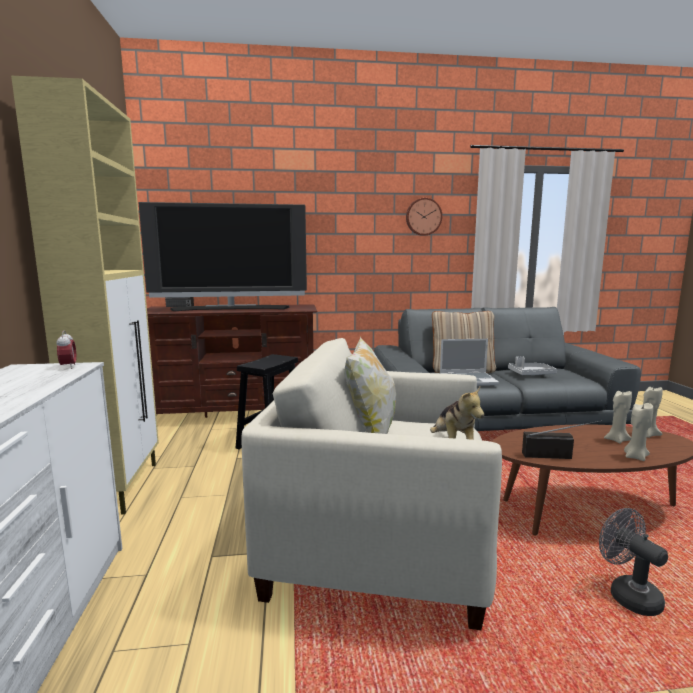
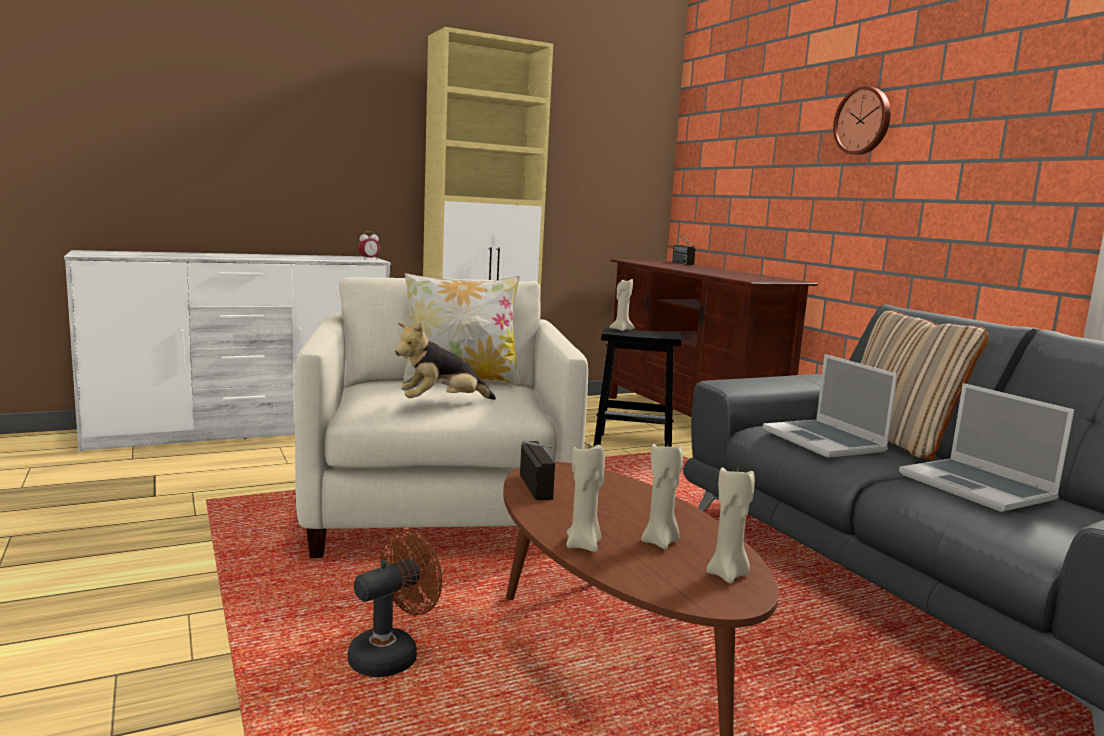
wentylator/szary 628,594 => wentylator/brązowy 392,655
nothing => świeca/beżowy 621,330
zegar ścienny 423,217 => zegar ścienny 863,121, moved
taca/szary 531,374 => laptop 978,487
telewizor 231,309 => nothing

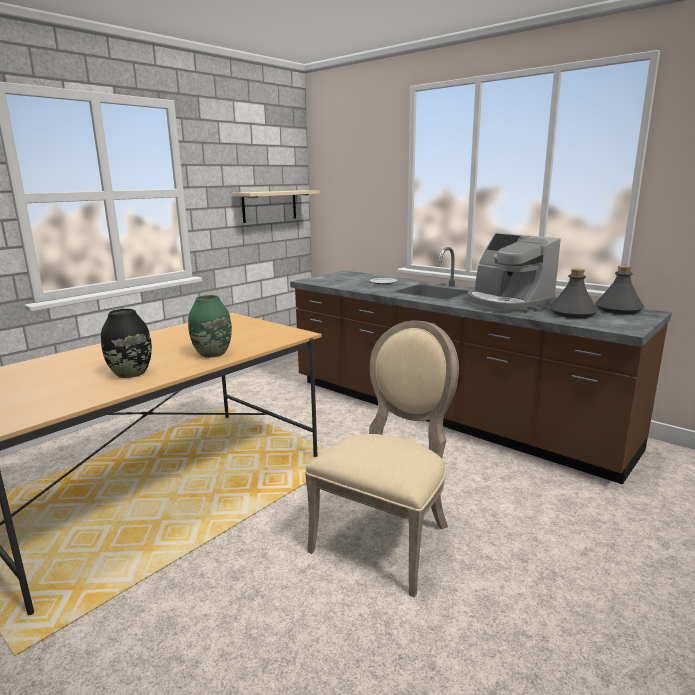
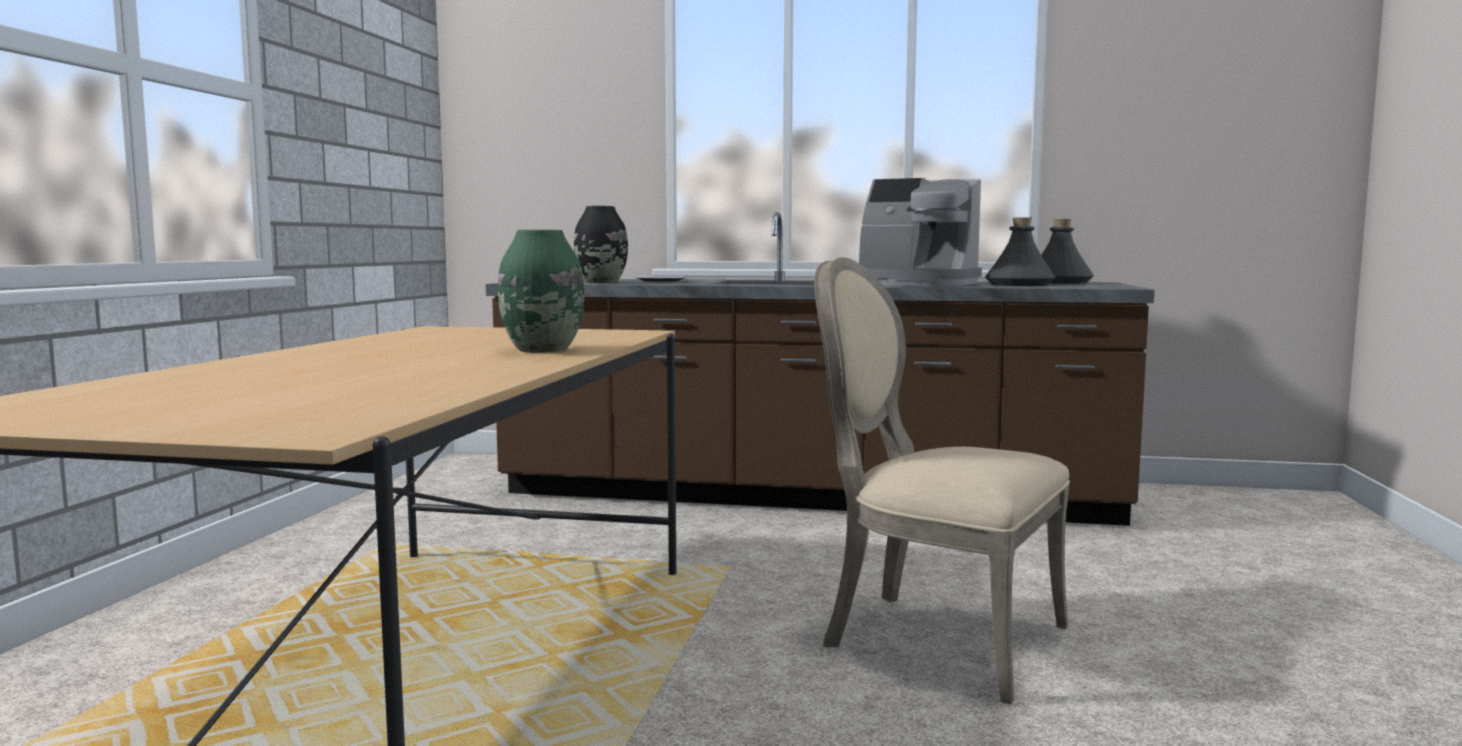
wazon/czarny 130,373 => wazon/czarny 601,282, moved
krzesło/beżowy 388,537 => krzesło/beżowy 934,637, 60 degrees counterclockwise
półka/beżowy 269,206 => nothing

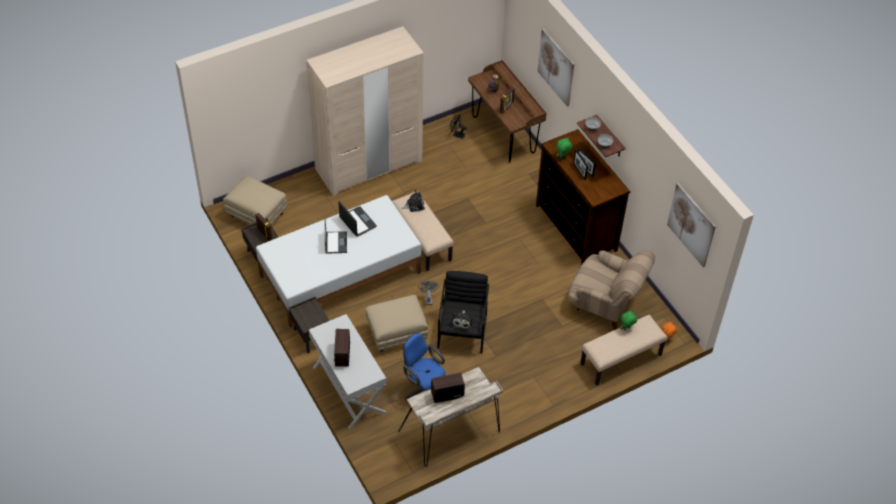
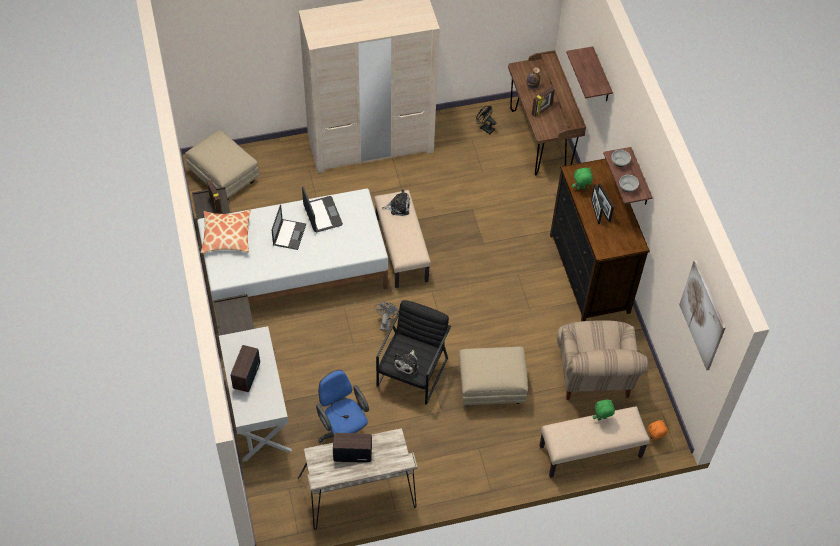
nothing => poduszka 226,236
pufa/beżowy 396,334 => pufa/beżowy 490,387, moved
fotel/beżowy 605,303 => fotel/beżowy 594,376, 45 degrees clockwise
obraz 556,67 => półka 601,76

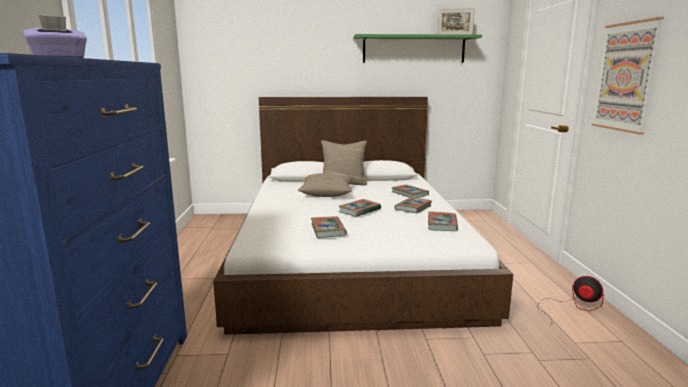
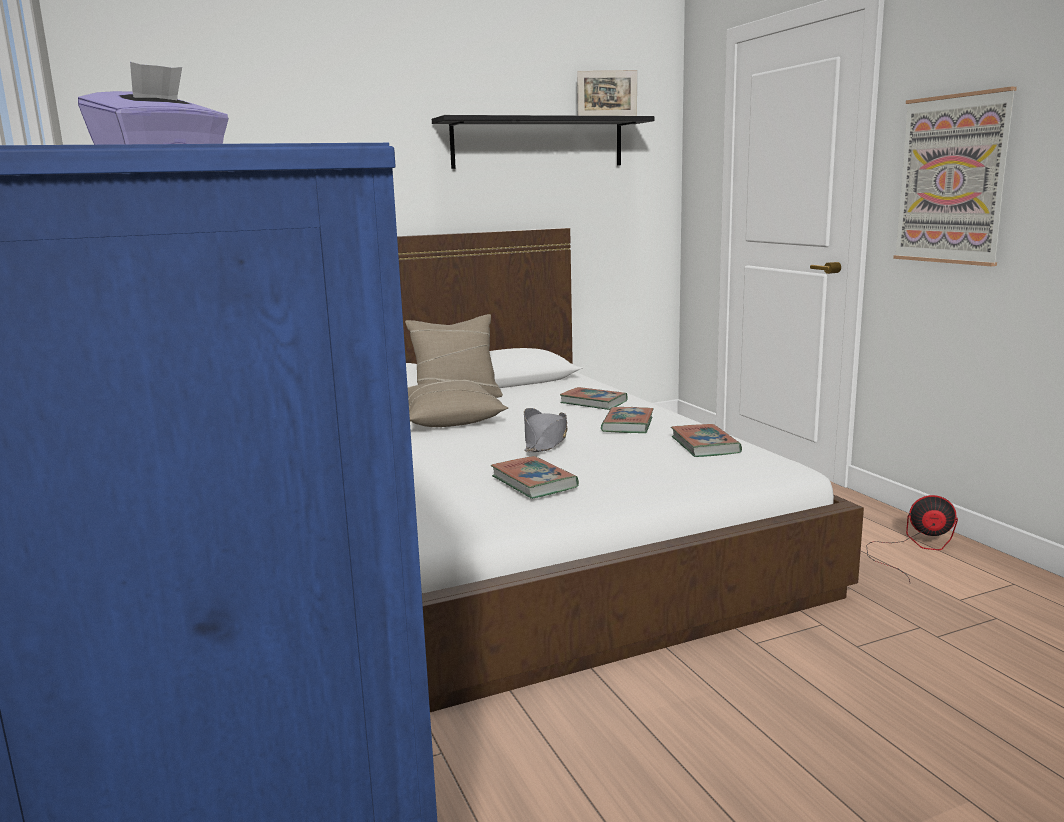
półka/zielony 414,49 => półka/czarny 538,143
książka 359,210 => kapelusz/szary 545,442

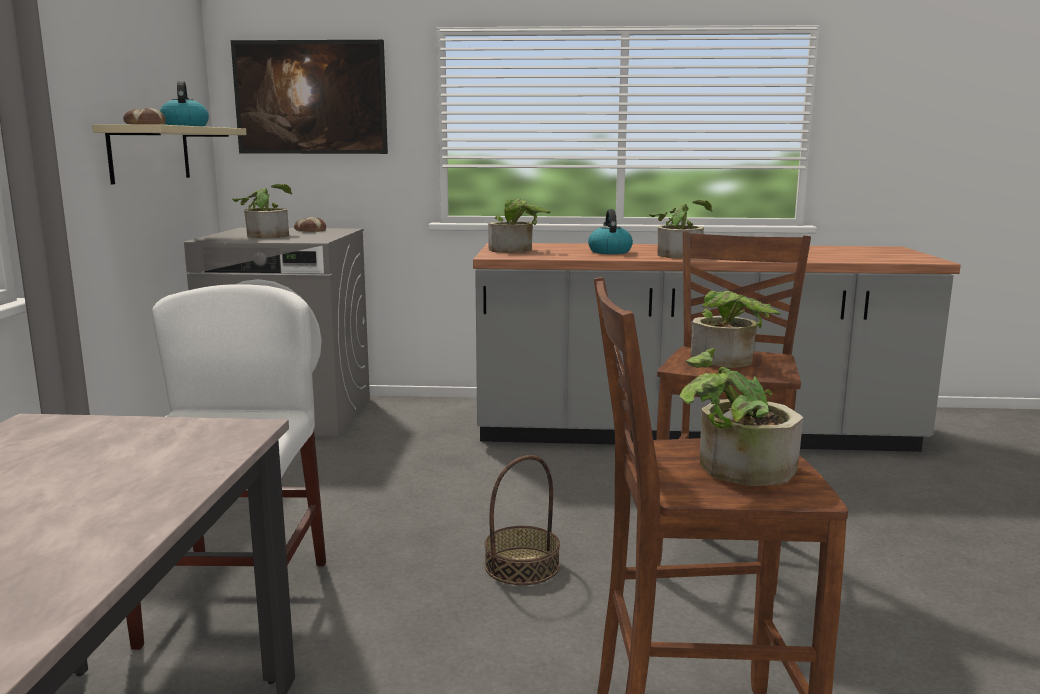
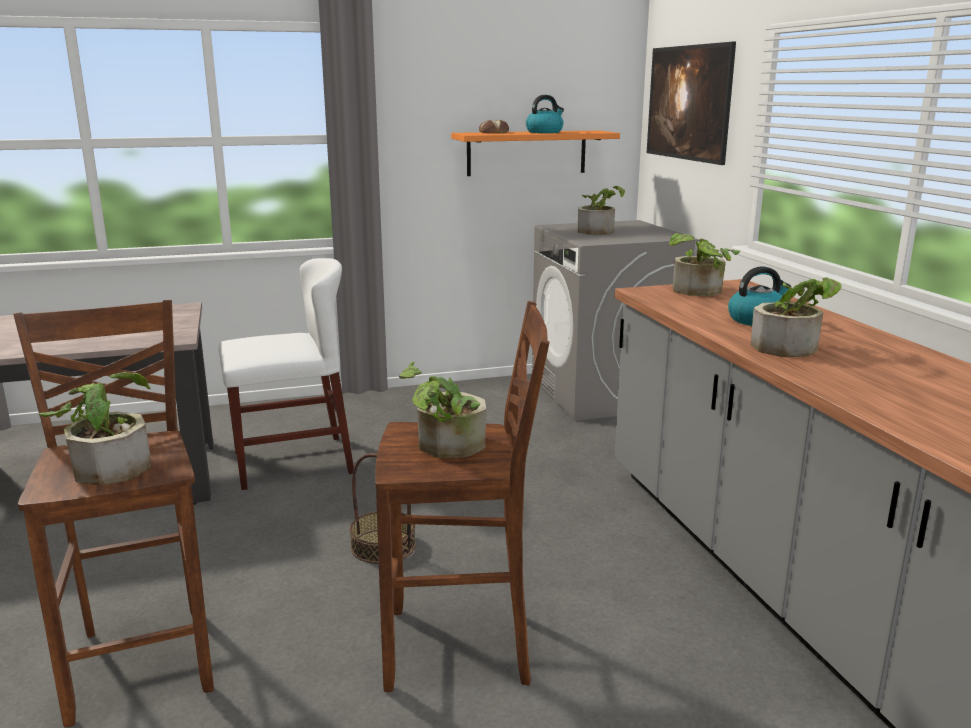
półka/beżowy 150,153 => półka/pomarańczowy 526,153
chleb 310,230 => nothing

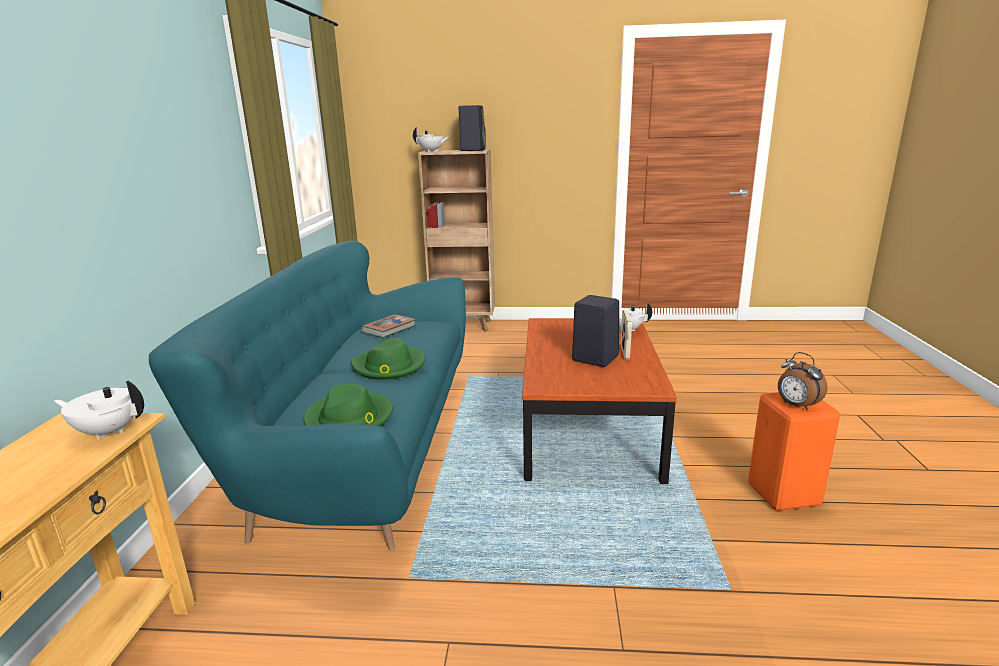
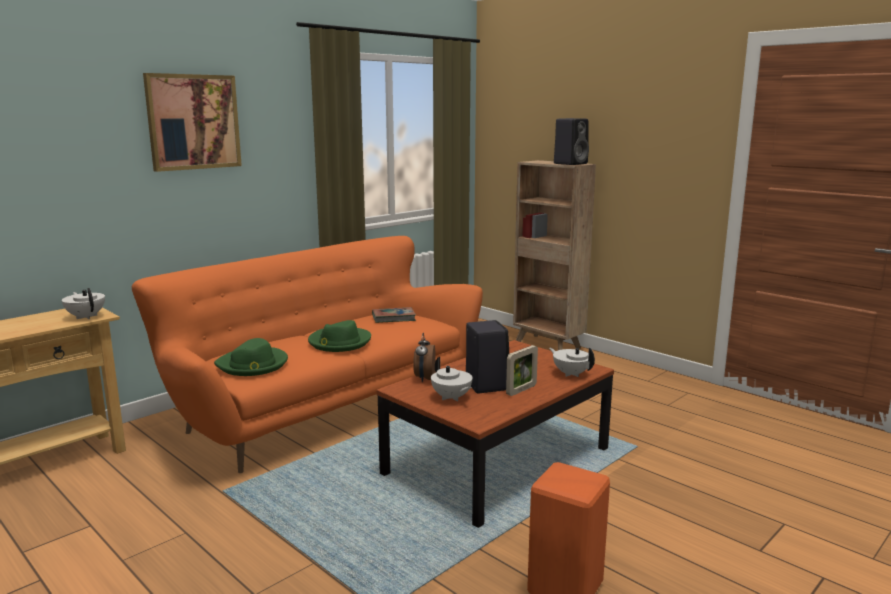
kanapa/turkusowy 362,448 => kanapa/pomarańczowy 322,408
nothing => obraz 193,122
budzik 796,406 => budzik 424,378, moved
imbryk/biały 431,151 => imbryk/biały 451,398, moved

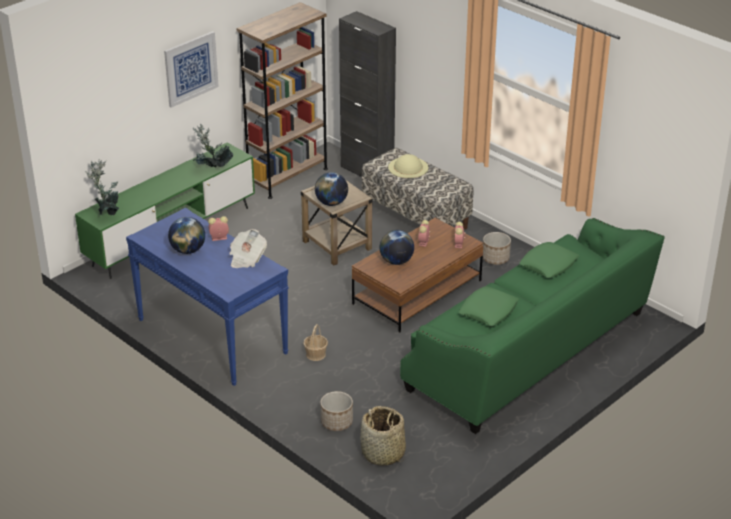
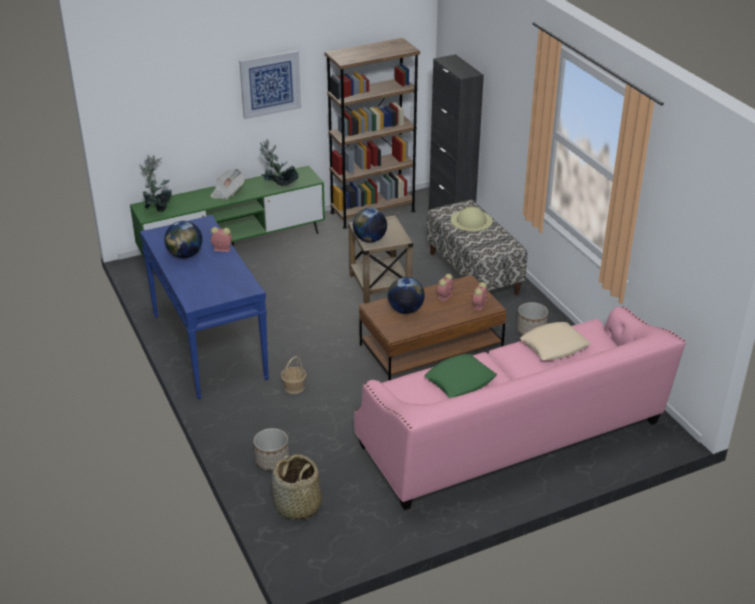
gazeta 246,258 => gazeta 227,193, moved
kanapa/zielony 530,352 => kanapa/różowy 512,436
poduszka/zielony 548,264 => poduszka/beżowy 554,346

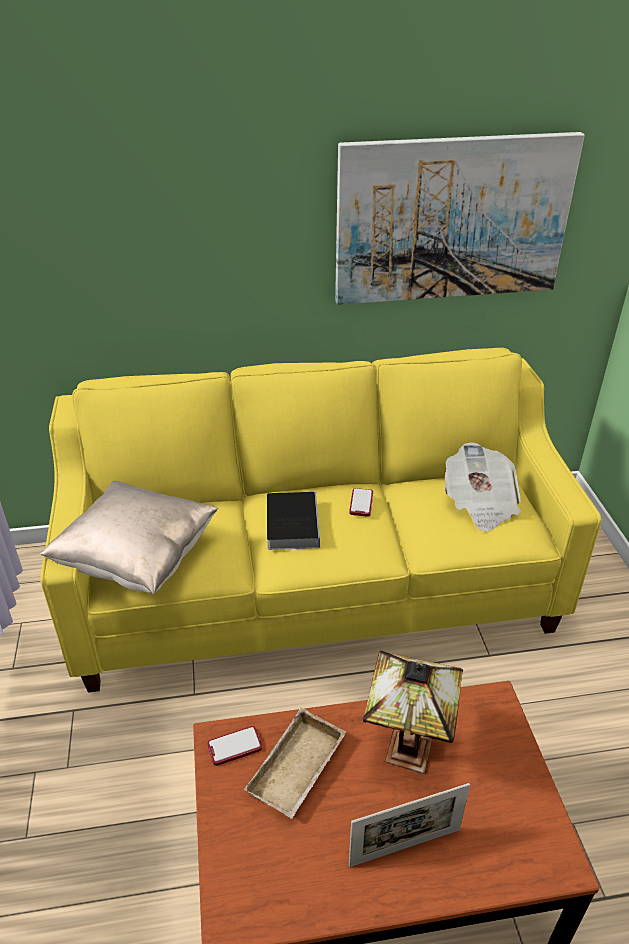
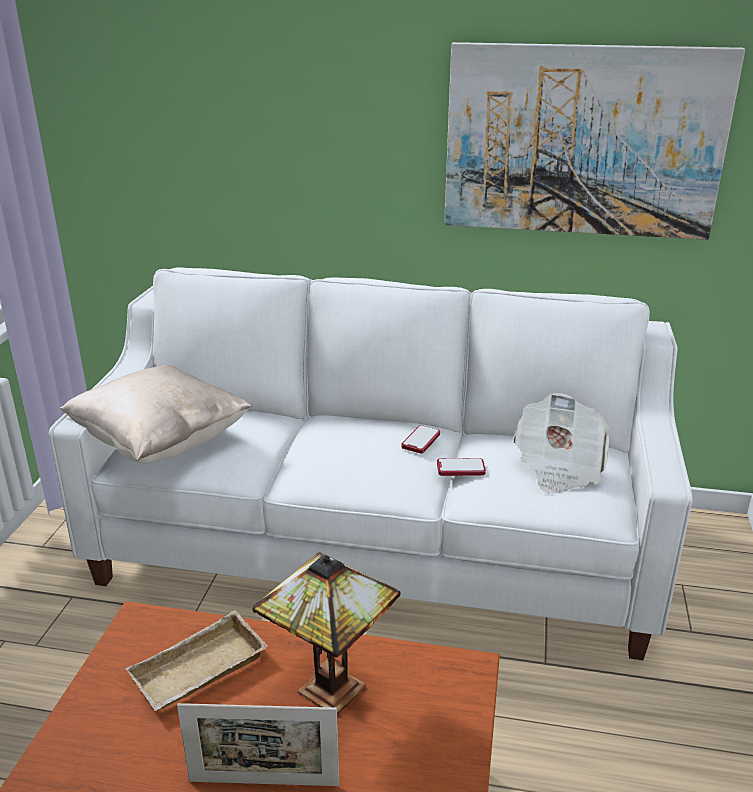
kanapa/żółty 315,587 => kanapa/biały 378,546
telefon 234,746 => telefon 460,468, moved
książka 292,523 => nothing

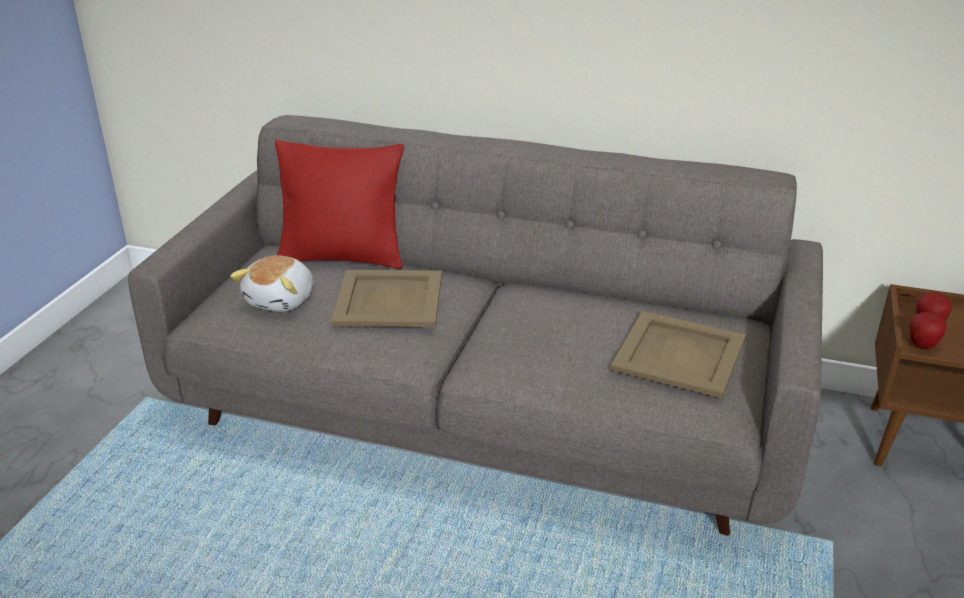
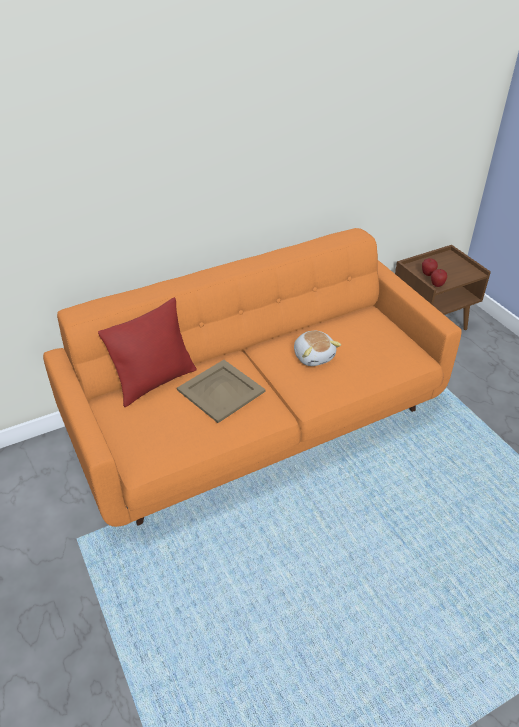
kanapa/szary 484,411 => kanapa/pomarańczowy 259,421
pluszak 281,300 => pluszak 314,356, moved
taca/beżowy 680,354 => nothing

